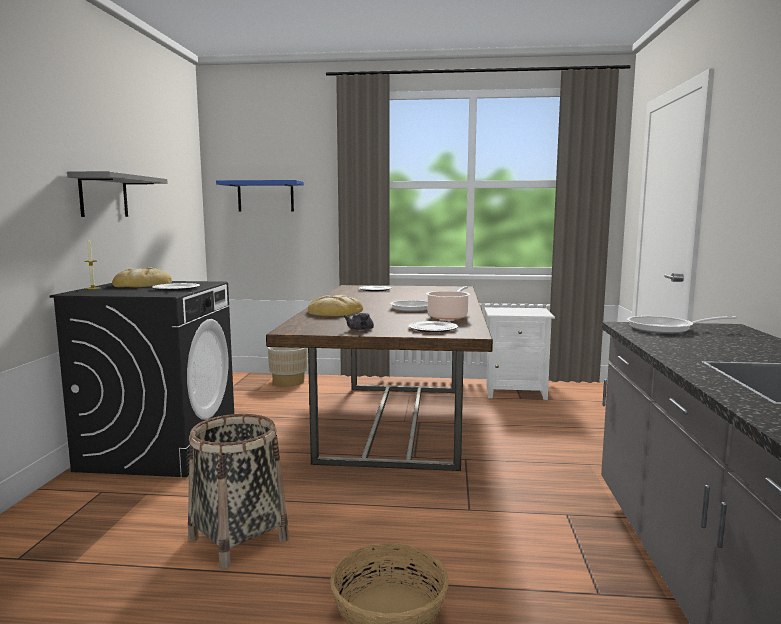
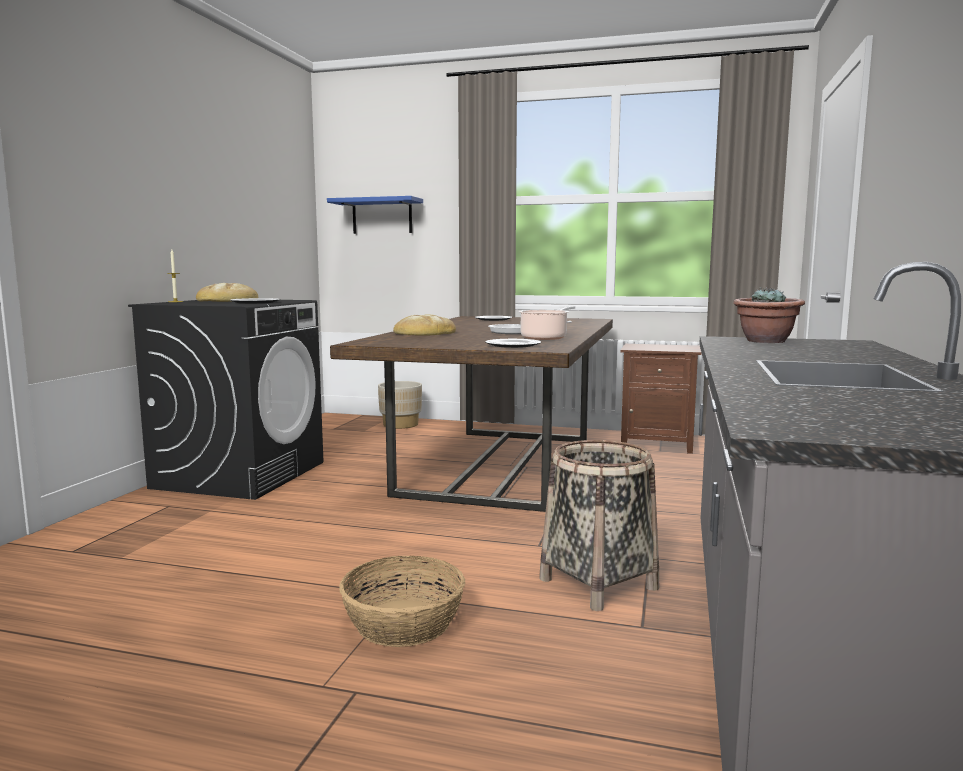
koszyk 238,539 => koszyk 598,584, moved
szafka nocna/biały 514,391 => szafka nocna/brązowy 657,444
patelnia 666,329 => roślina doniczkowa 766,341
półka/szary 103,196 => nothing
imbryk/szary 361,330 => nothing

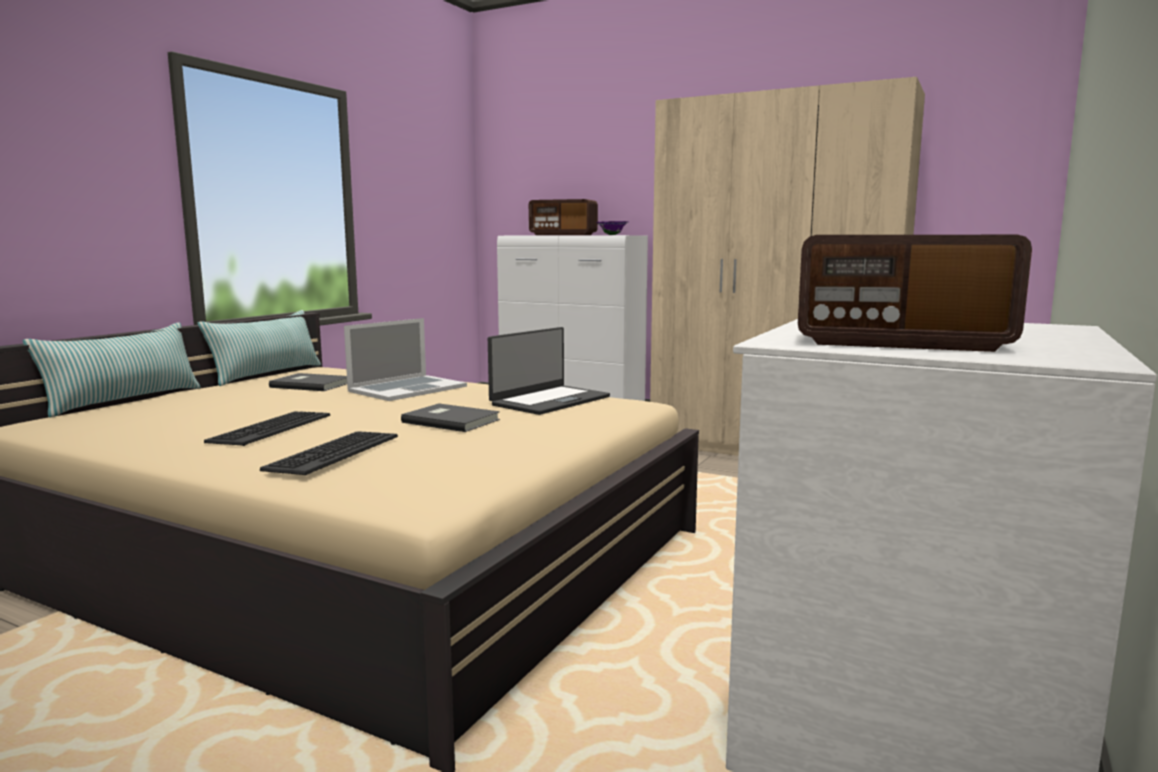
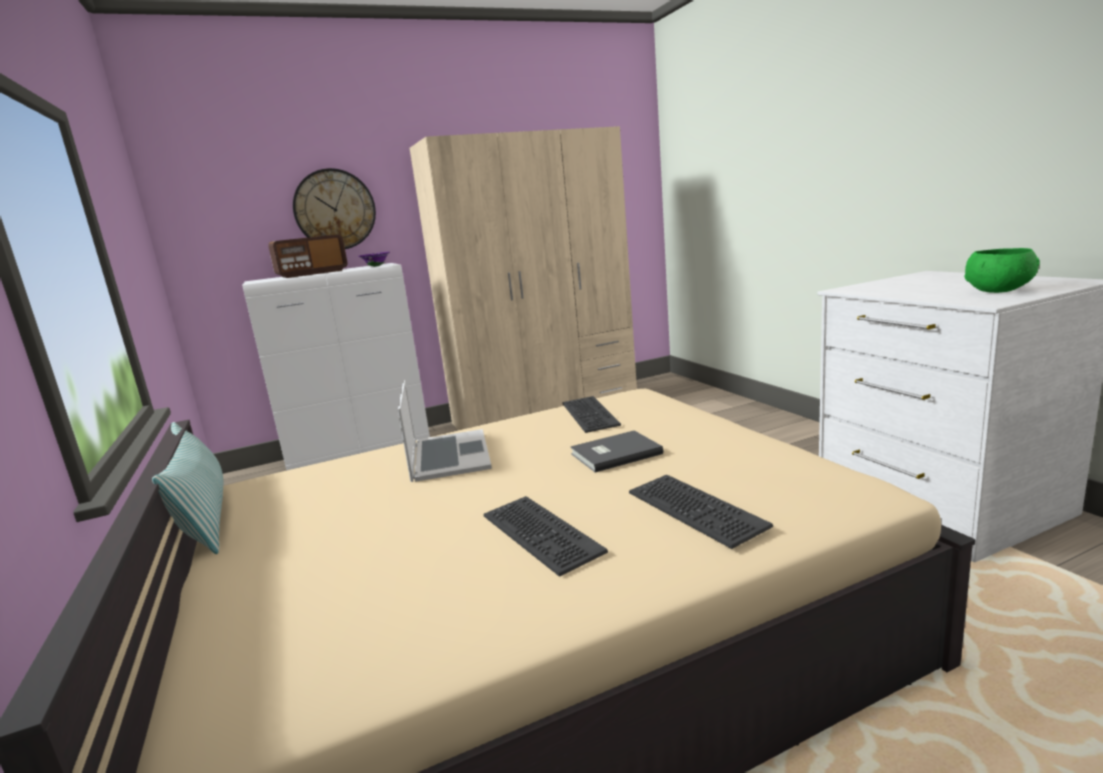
nothing => zegar ścienny 334,209
laptop 549,401 => klawiatura 588,414
radio 899,343 => miska/zielony 999,291
poduszka 124,400 => nothing
książka/szary 311,384 => nothing

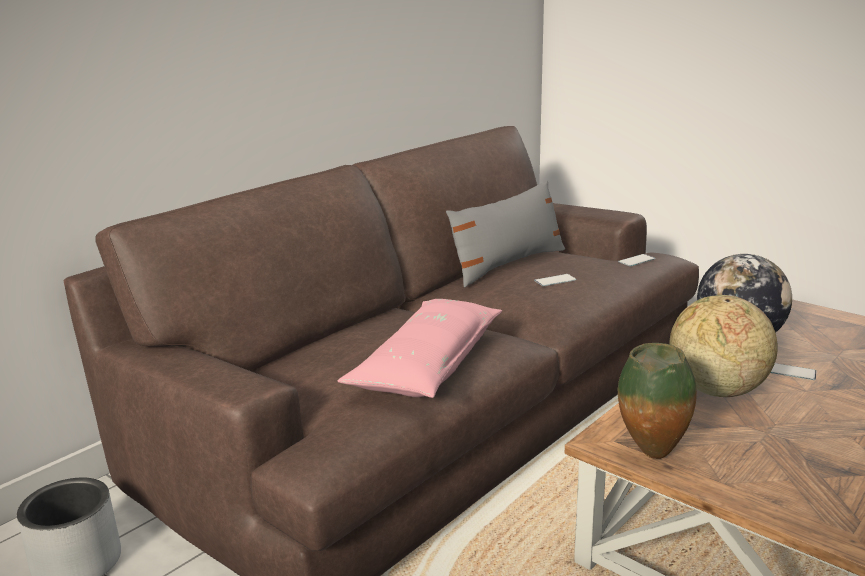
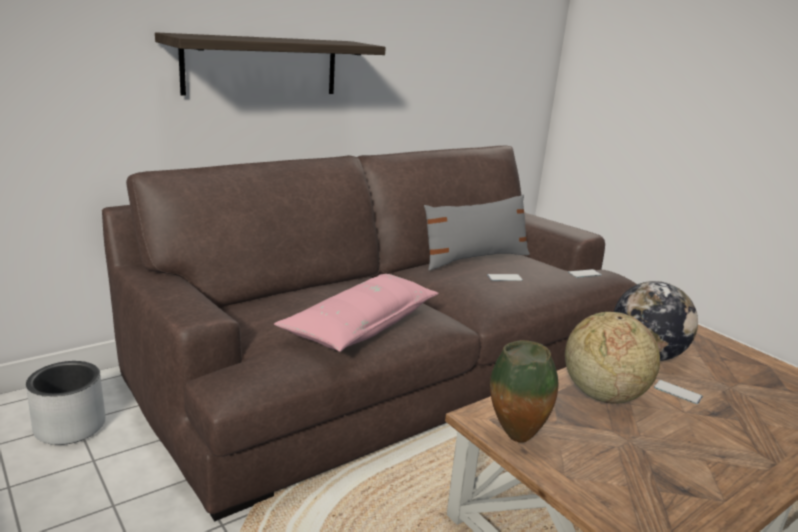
nothing => półka 262,66

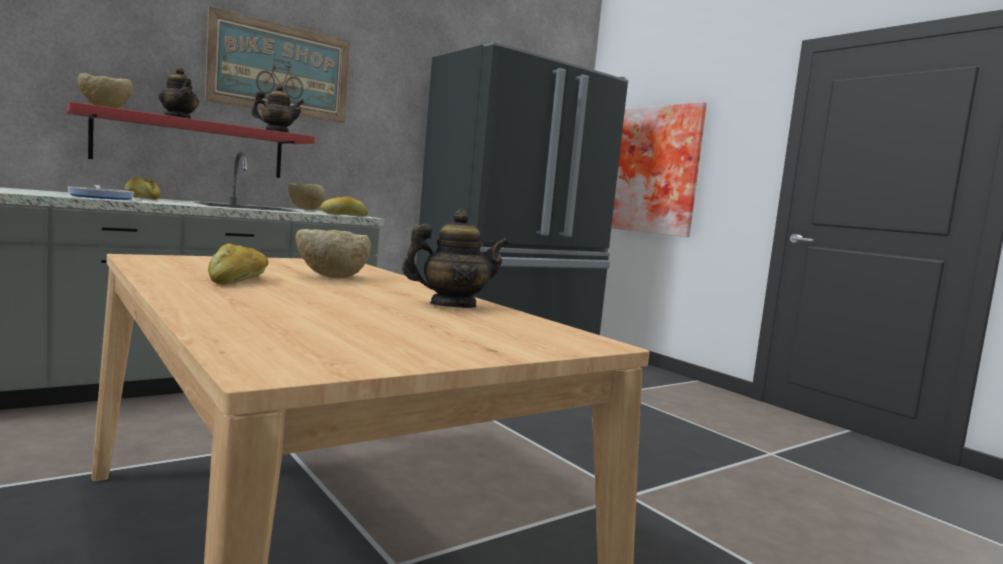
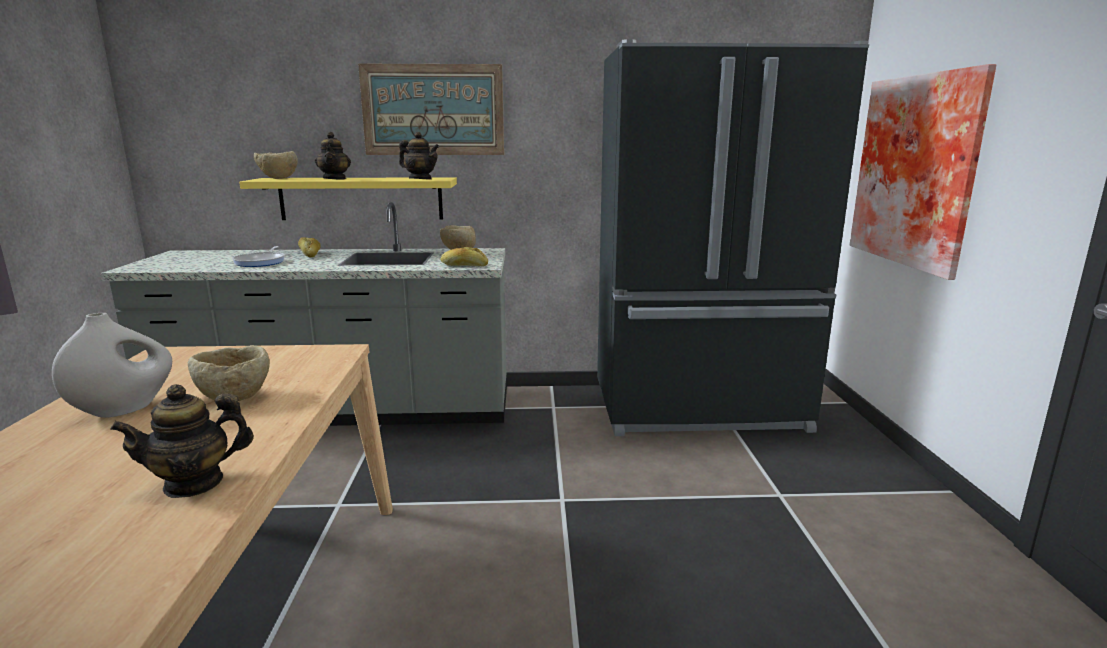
chleb 239,280 => wazon/biały 124,409
imbryk 452,306 => imbryk 194,483, 135 degrees clockwise
półka/czerwony 192,146 => półka/żółty 361,198

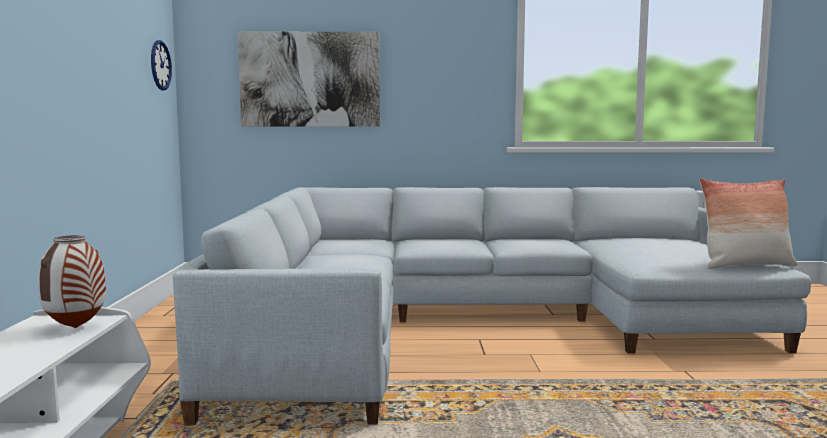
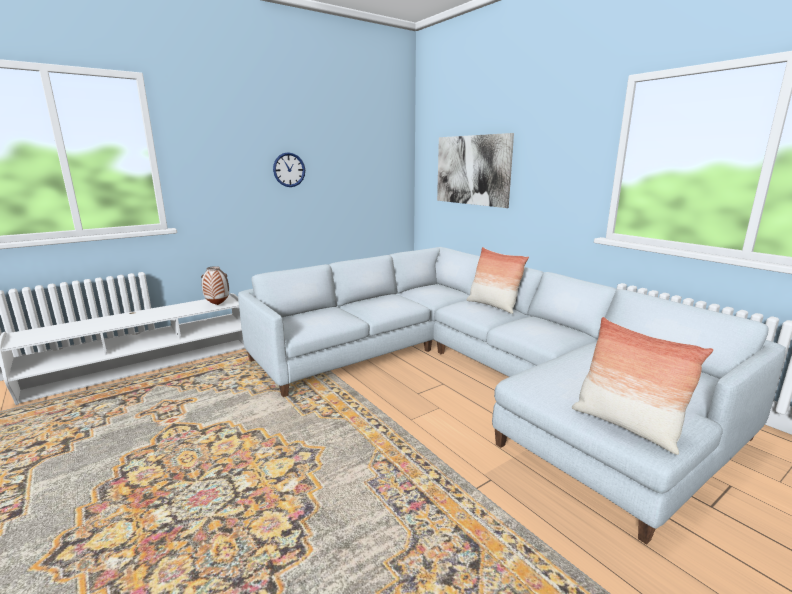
zegar ścienny 160,65 => zegar ścienny 289,170, moved
nothing => poduszka 493,306

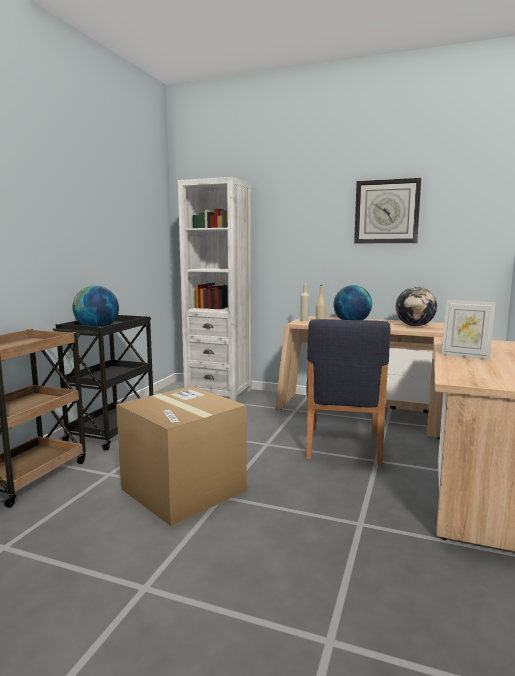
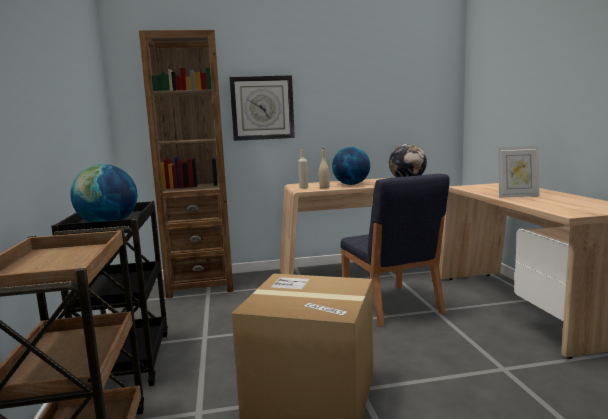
regał/biały 218,393 => regał/brązowy 201,285
zegar ścienny 386,212 => zegar ścienny 262,108, moved

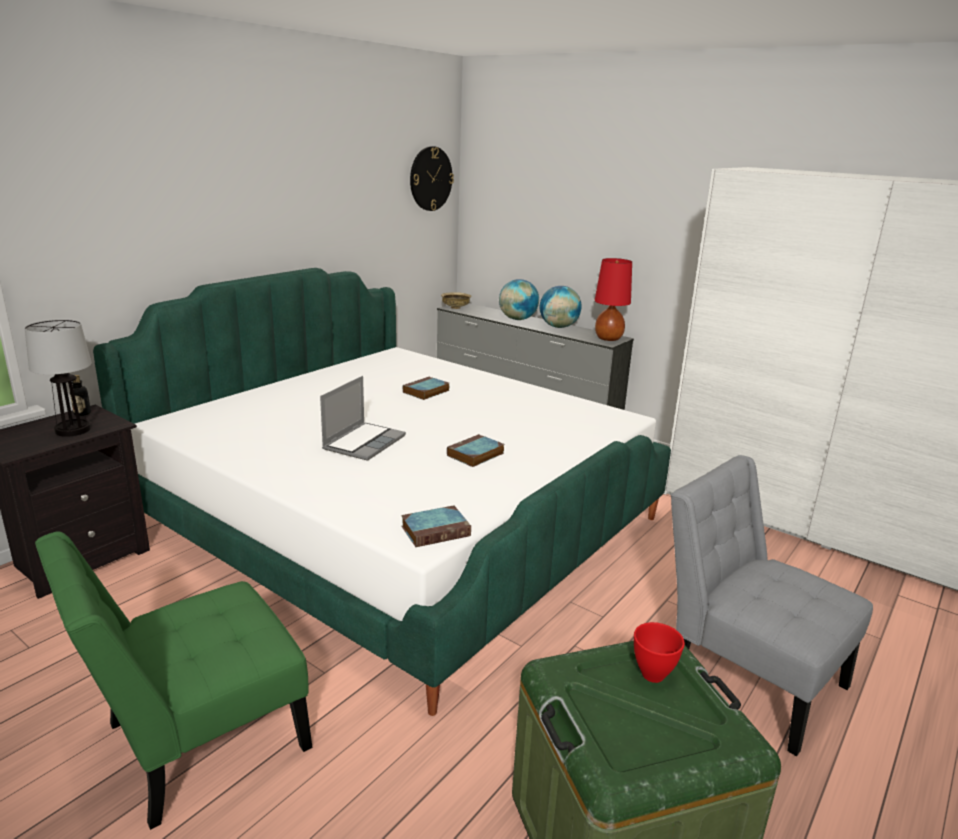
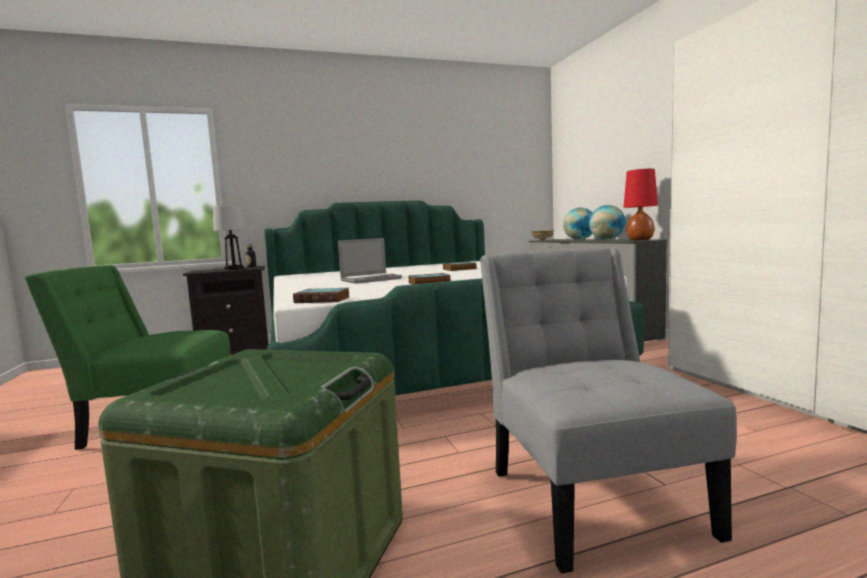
zegar ścienny 430,178 => nothing
miska/czerwony 654,675 => nothing

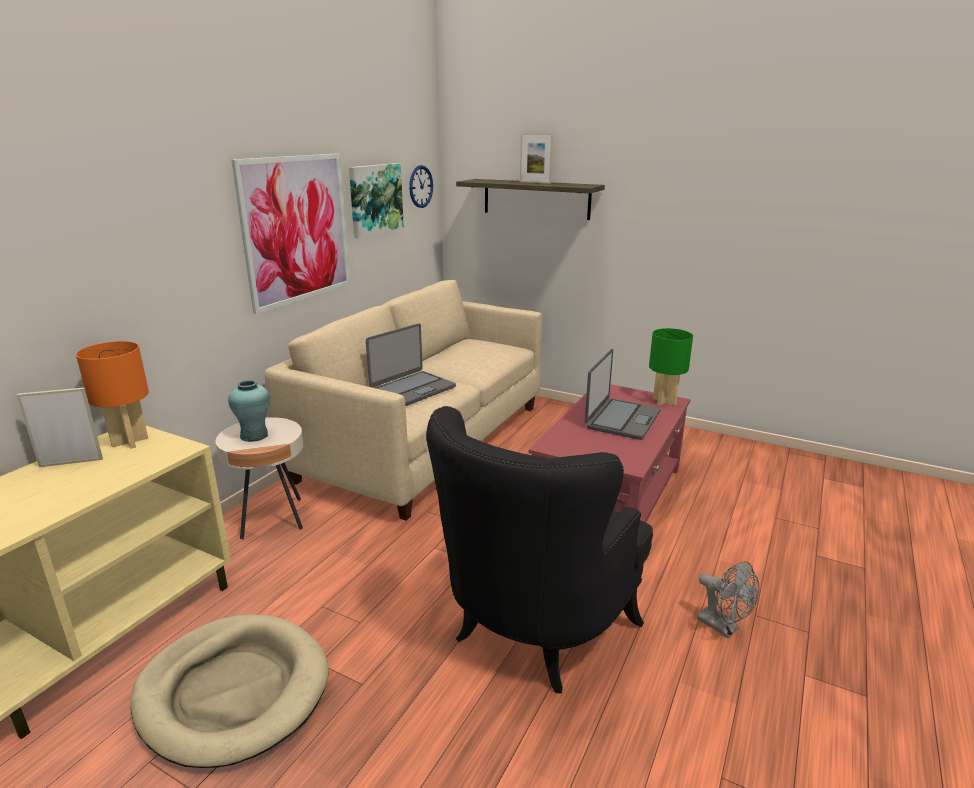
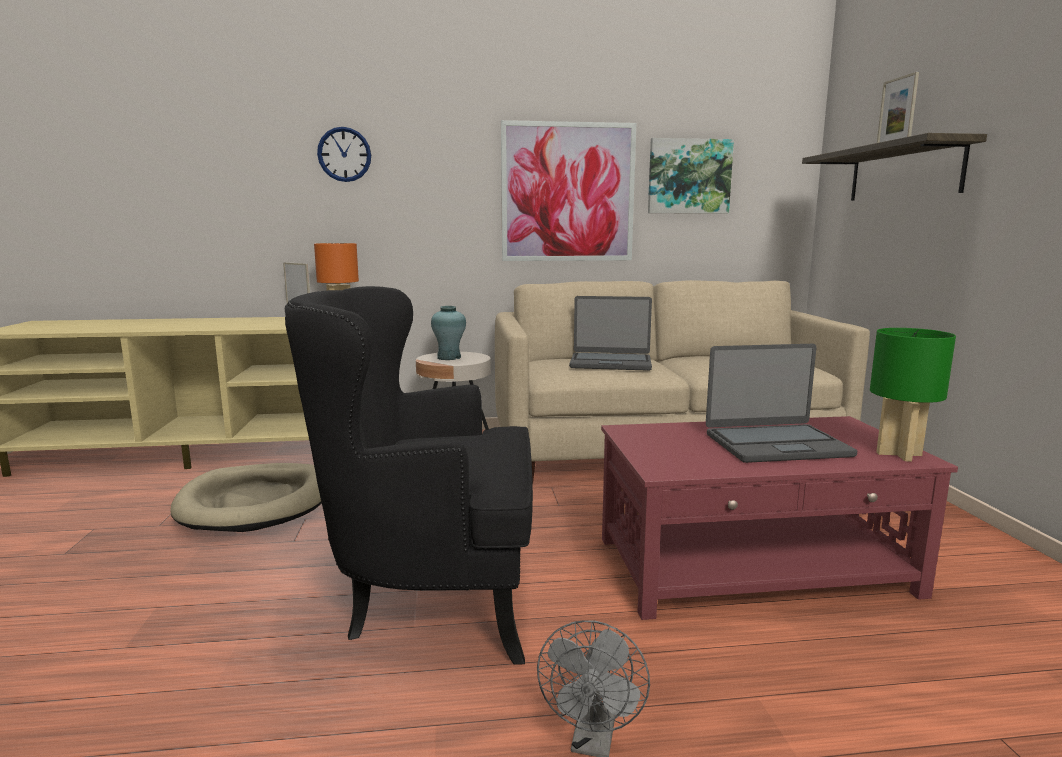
zegar ścienny 420,186 => zegar ścienny 344,154, moved

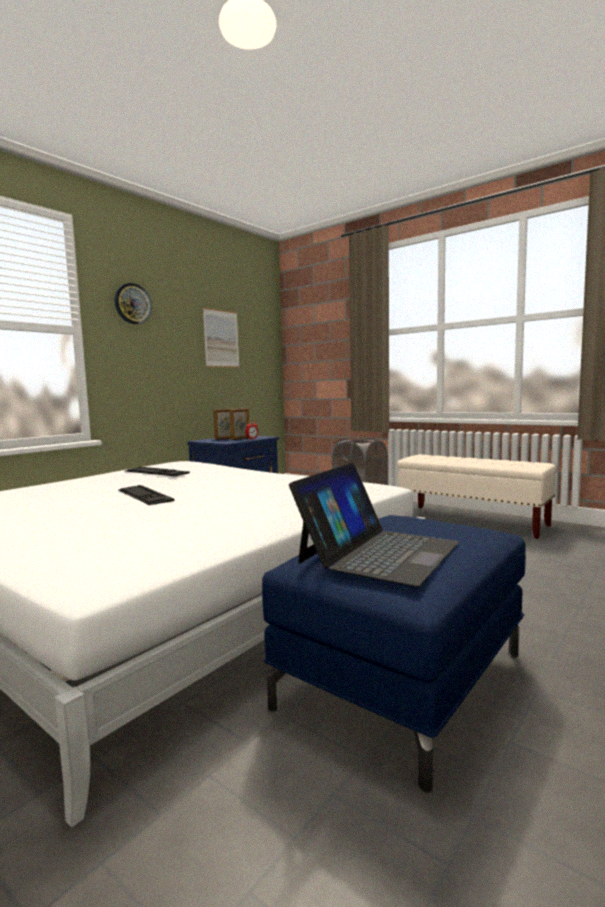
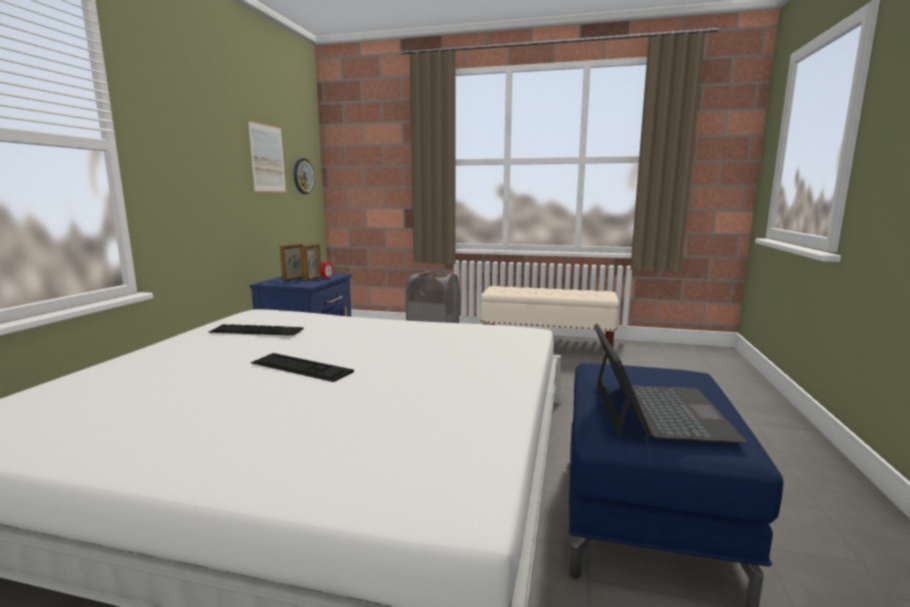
zegar ścienny 132,304 => zegar ścienny 303,176, moved

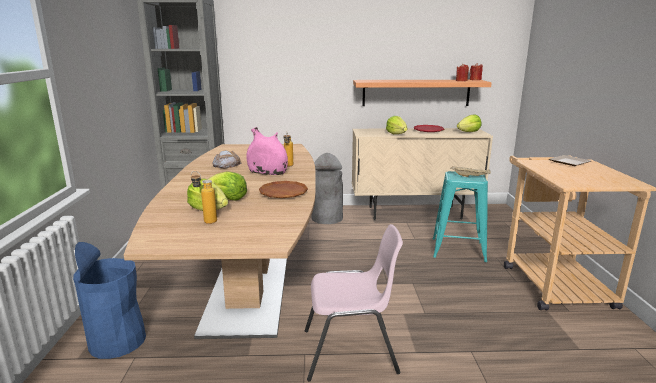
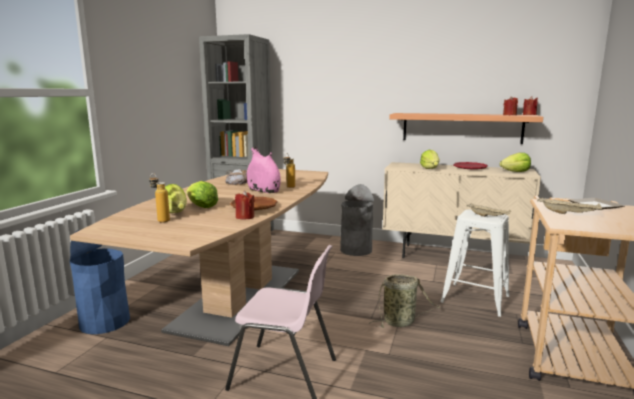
nothing => świeca/czerwony 245,217
nothing => koszyk 401,322
stołek/turkusowy 458,250 => stołek/biały 475,299
nothing => taca/beżowy 568,213

